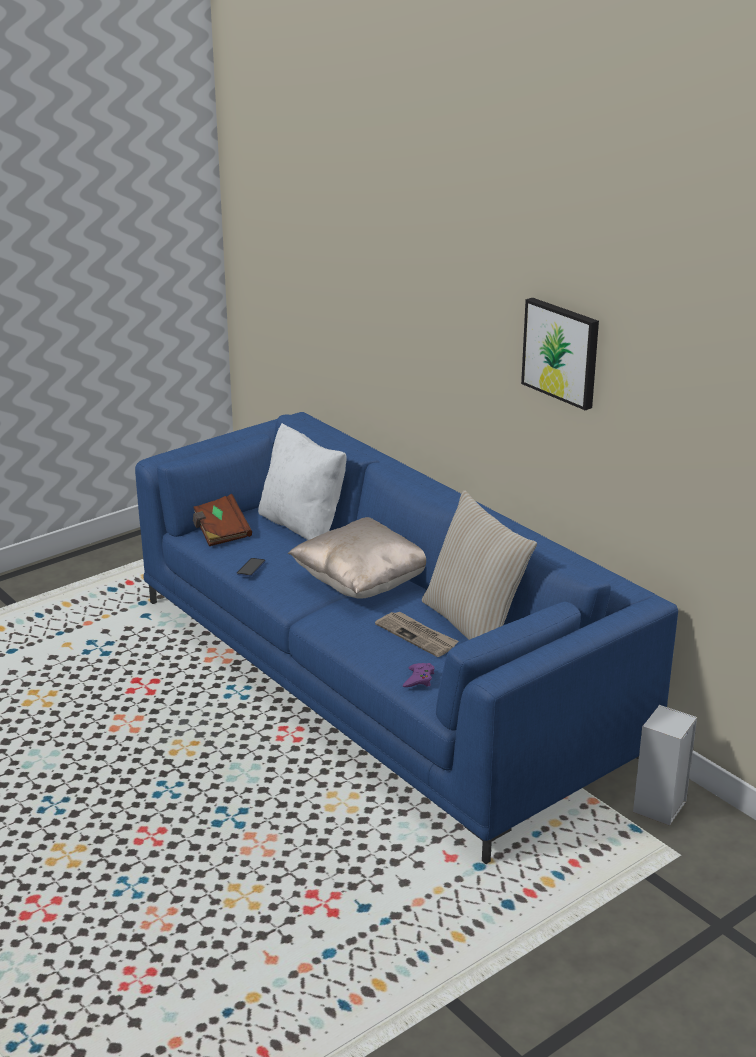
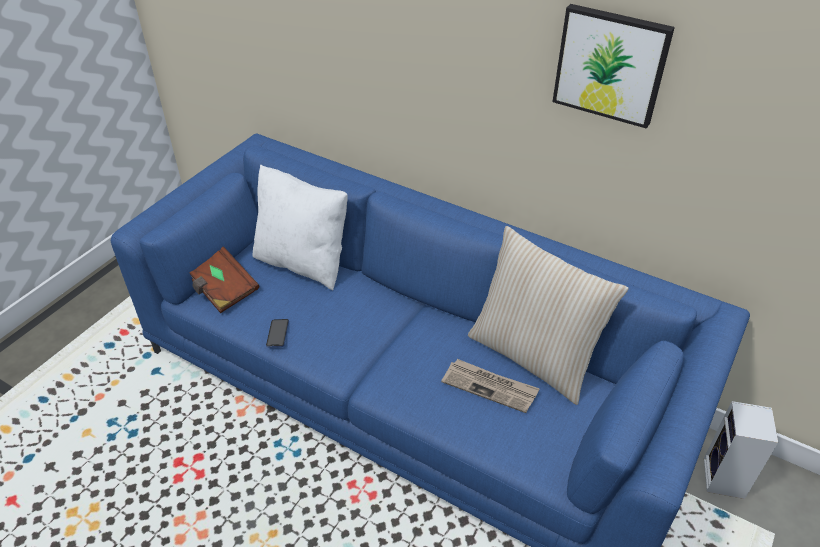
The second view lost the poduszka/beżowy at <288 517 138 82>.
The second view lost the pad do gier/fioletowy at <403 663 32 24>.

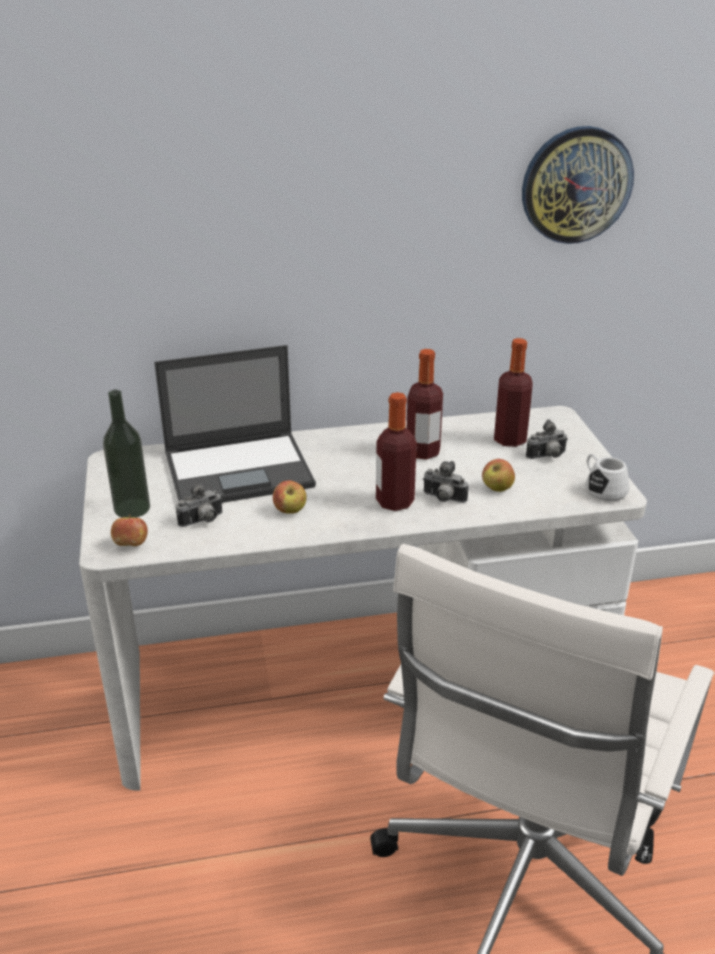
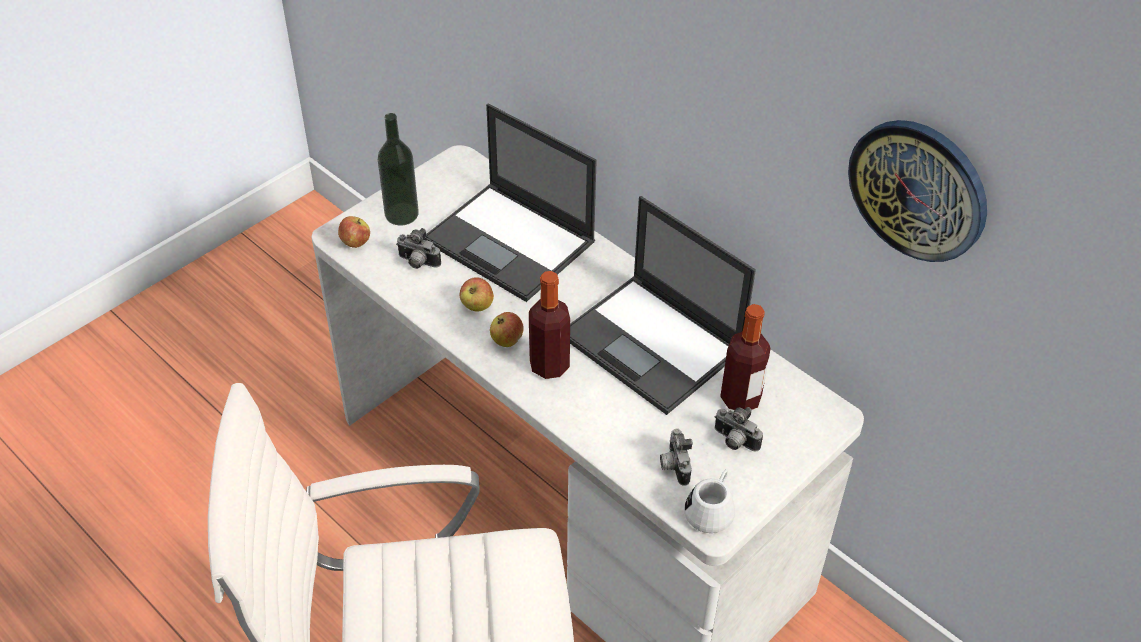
The aparat fotograficzny ended up elsewhere, having gone from <423 461 45 42> to <660 428 33 58>.
The jabłko ended up elsewhere, having gone from <482 459 33 33> to <490 312 34 35>.
Where the butelka stood at <407 349 36 110>, the laptop came to stand at <570 196 186 219>.

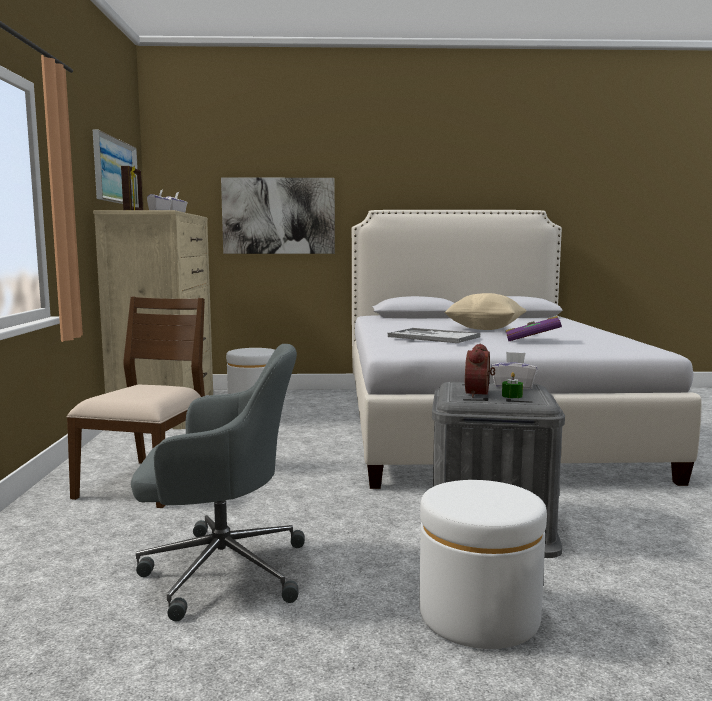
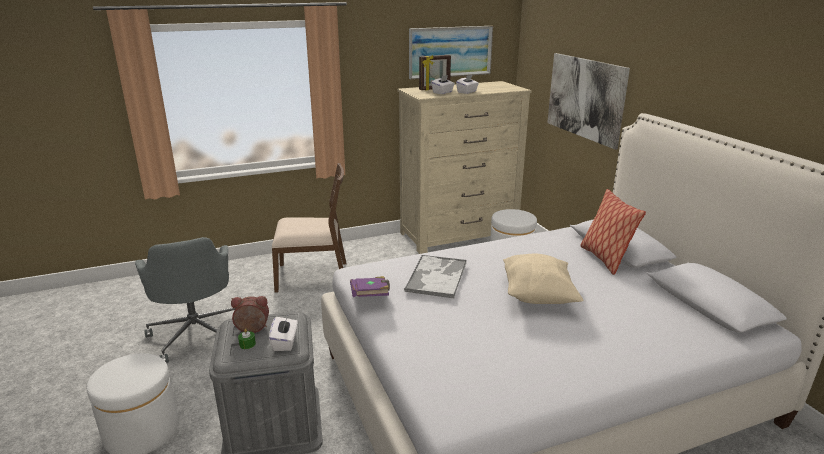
The second view gained the poduszka at <581 189 65 86>.
The książka/fioletowy ended up elsewhere, having gone from <506 316 56 25> to <350 276 40 21>.

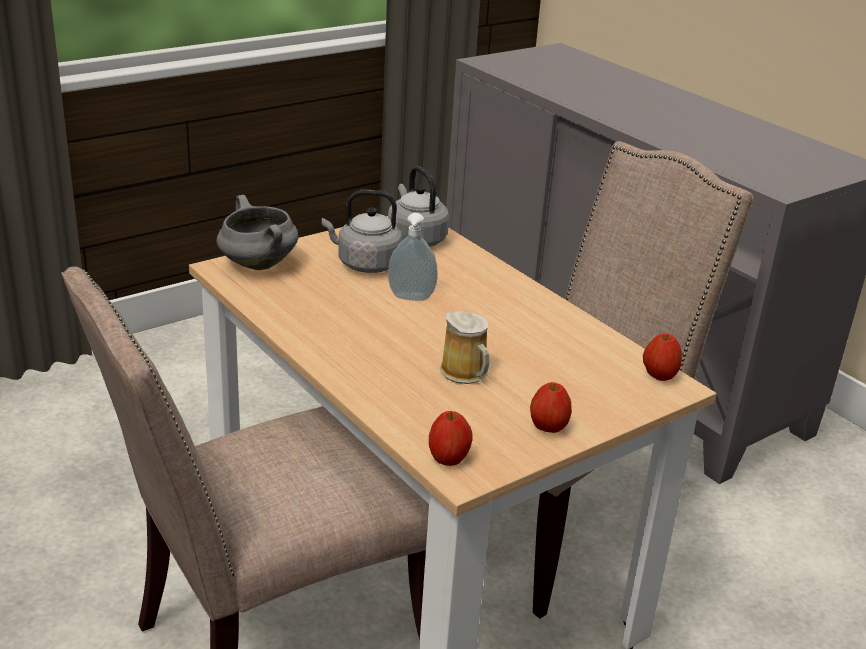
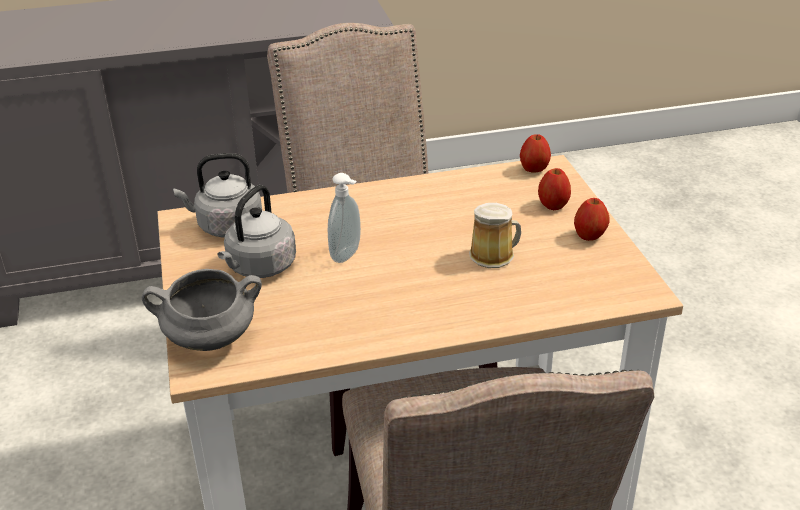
The jabłko ended up elsewhere, having gone from <429 411 44 55> to <538 168 33 42>.

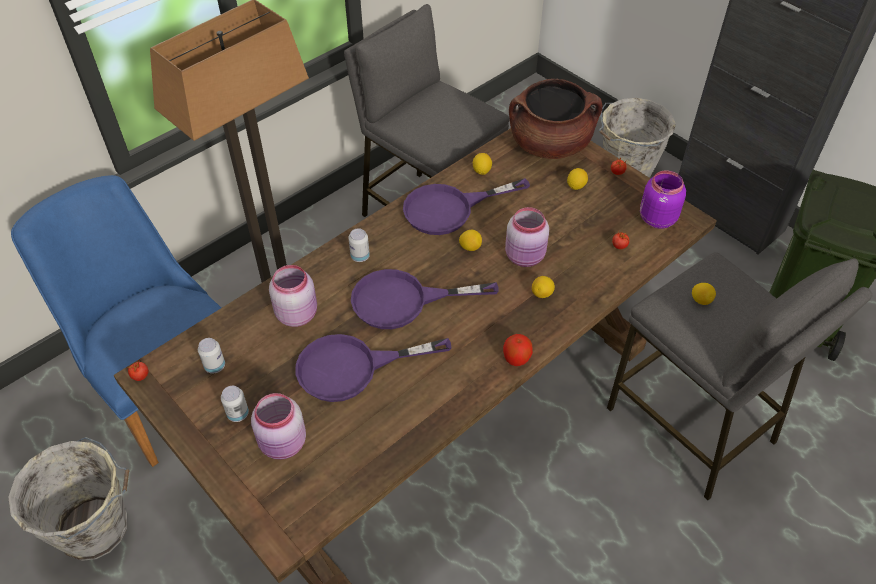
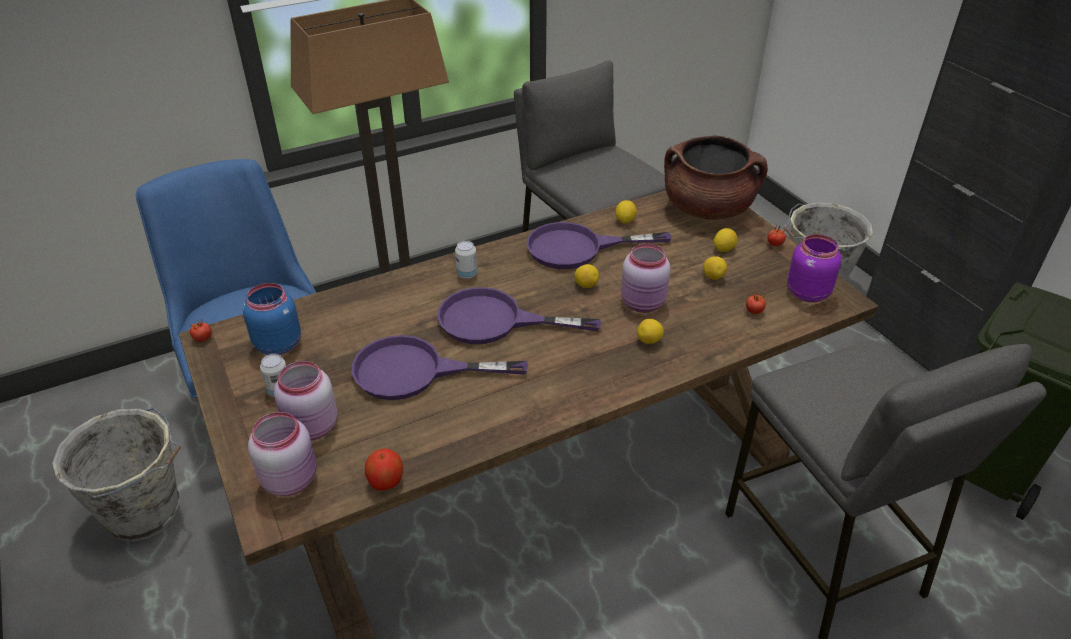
The słoik/różowy ended up elsewhere, having gone from <269 265 48 62> to <248 412 69 84>.
The jabłko ended up elsewhere, having gone from <503 334 30 32> to <365 448 38 43>.
The cytryna ended up elsewhere, having gone from <692 283 24 22> to <703 256 24 24>.
Where the puszka stood at <198 338 27 36>, the słoik/niebieski came to stand at <243 283 58 72>.

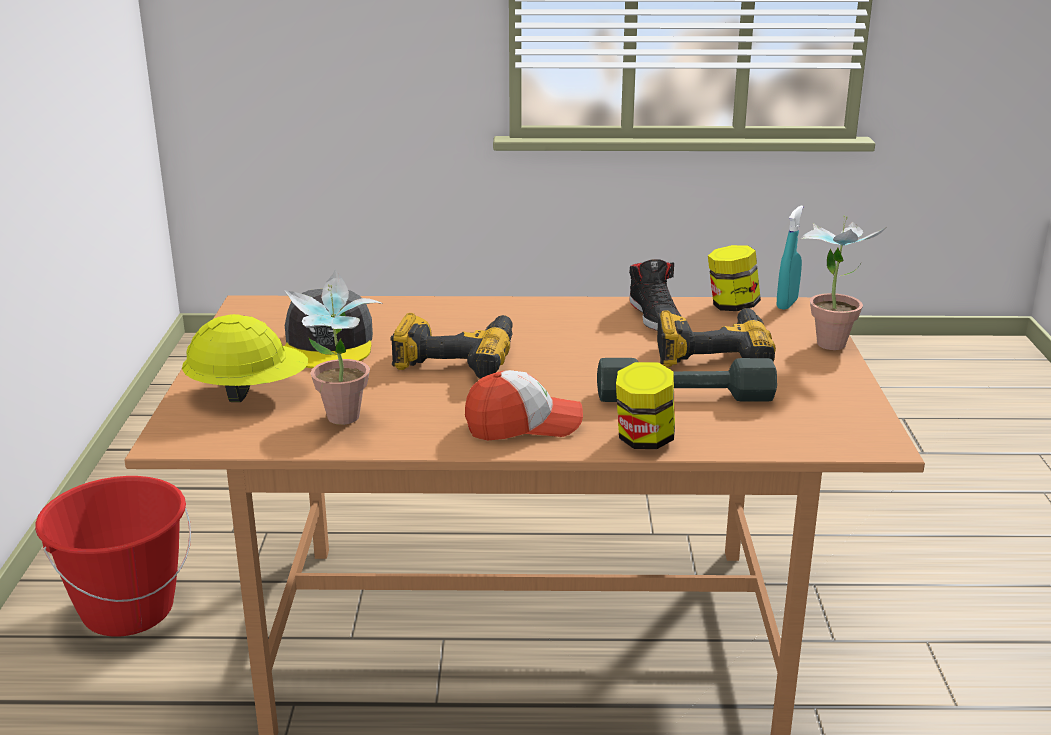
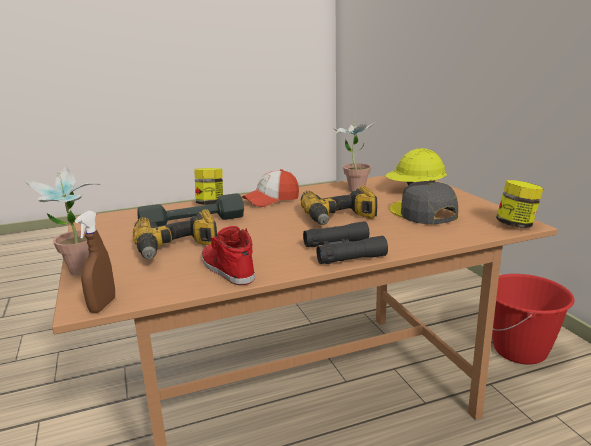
The second view gained the lornetka/czarny at <303 221 85 43>.
The słoik ended up elsewhere, having gone from <708 245 53 66> to <496 180 47 48>.
What was the but/czarny at <629 259 53 72> turned into the but/czerwony at <202 226 53 59>.
What was the spryskiwacz/turkusowy at <777 206 26 104> turned into the spryskiwacz/brązowy at <75 211 40 102>.

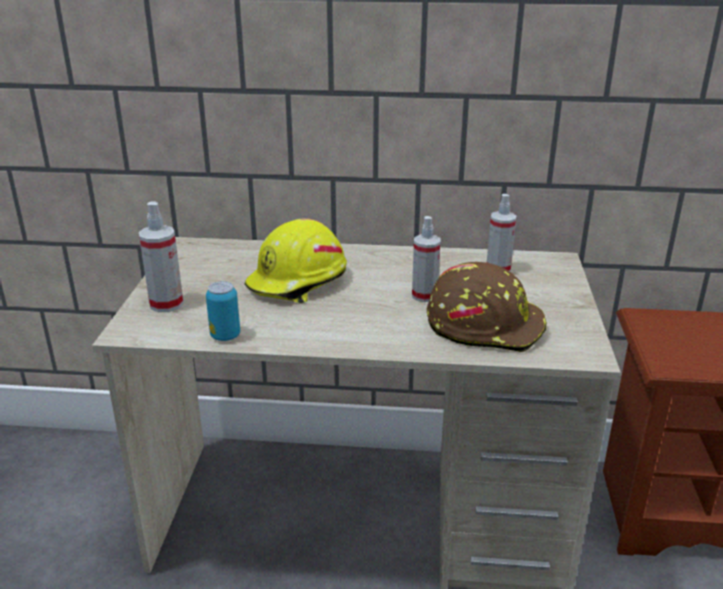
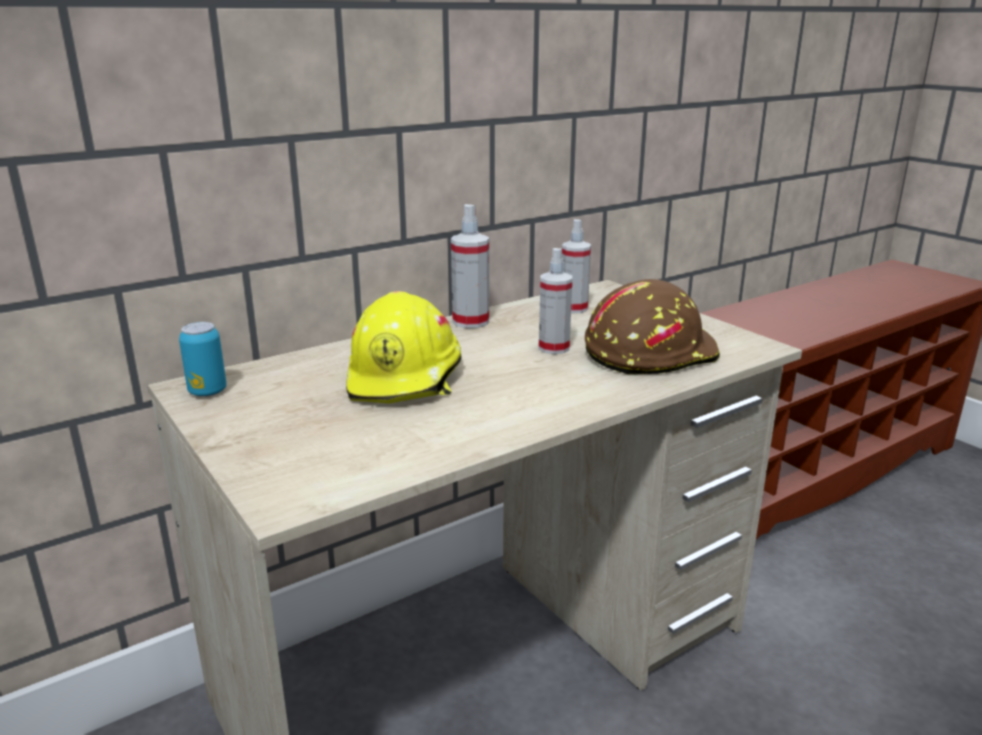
The spryskiwacz ended up elsewhere, having gone from <139 201 45 111> to <451 204 38 124>.
The puszka ended up elsewhere, having gone from <206 281 34 60> to <179 322 48 75>.

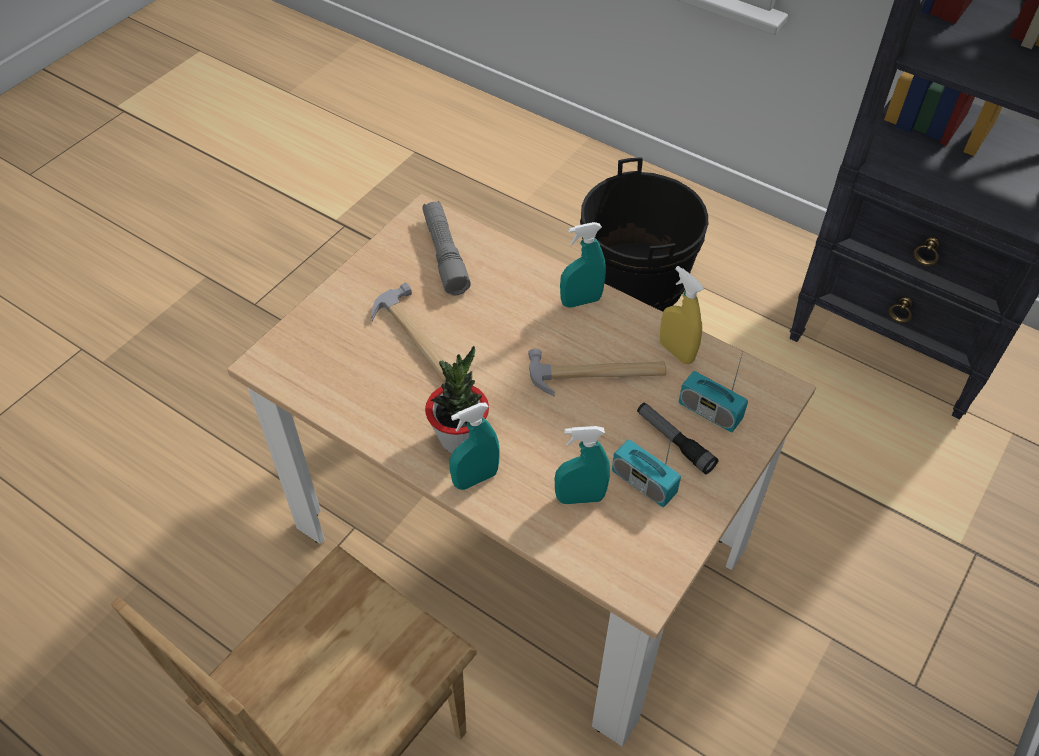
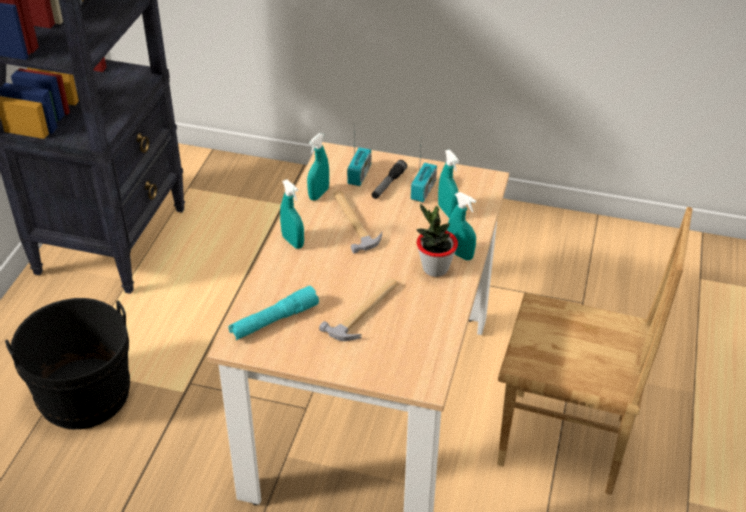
What was the latarka/szary at <423 201 48 94> turned into the latarka/turkusowy at <228 286 91 54>.
What was the spryskiwacz/żółty at <660 266 44 98> turned into the spryskiwacz/turkusowy at <307 133 22 68>.

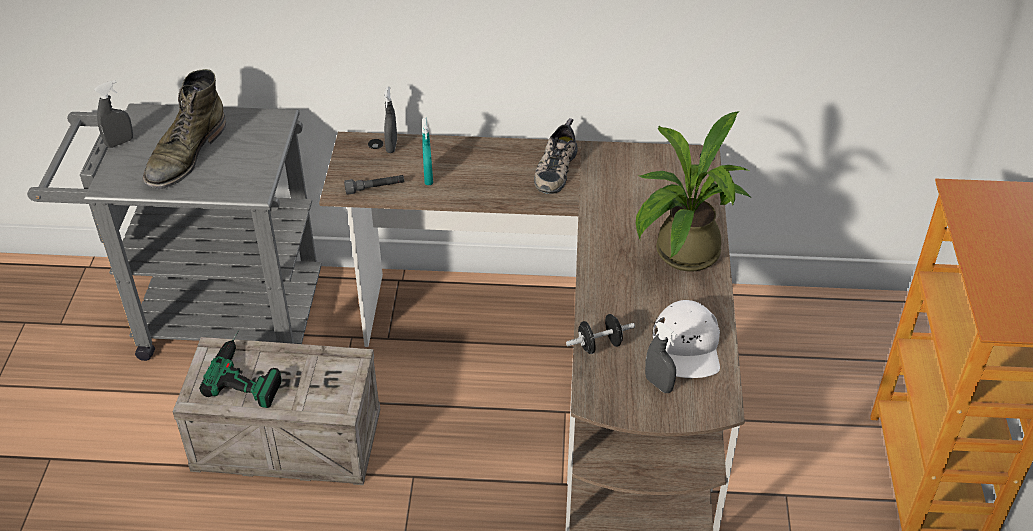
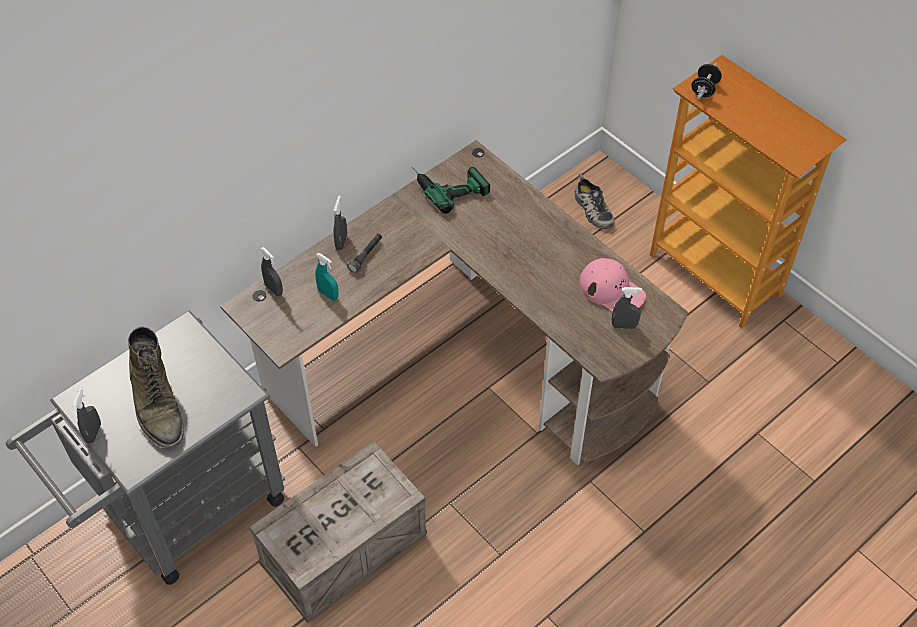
The second view lost the roślina doniczkowa at <636 112 114 160>.
The second view gained the spryskiwacz/szary at <333 196 14 54>.
The wiertarka ended up elsewhere, having gone from <199 330 82 78> to <412 167 78 47>.
The latarka/szary ended up elsewhere, having gone from <344 175 60 19> to <347 234 35 39>.
The but ended up elsewhere, having gone from <534 118 43 76> to <574 173 41 56>.
The hantel/czarny ended up elsewhere, having gone from <566 314 69 40> to <692 63 30 36>.
What was the czapka z daszkiem/biały at <653 300 67 78> turned into the czapka z daszkiem/różowy at <580 258 66 54>.

